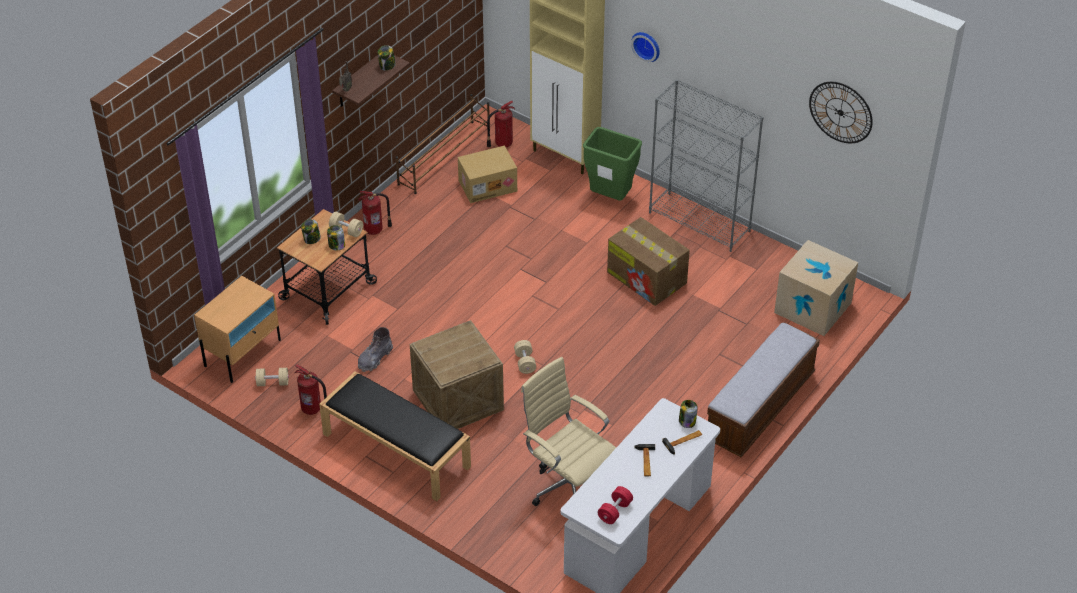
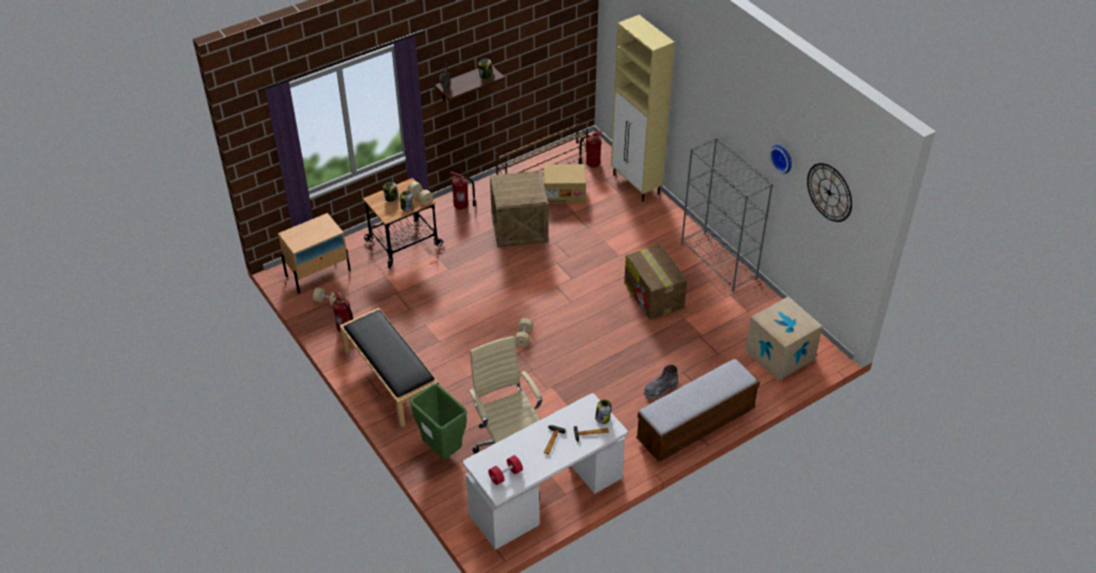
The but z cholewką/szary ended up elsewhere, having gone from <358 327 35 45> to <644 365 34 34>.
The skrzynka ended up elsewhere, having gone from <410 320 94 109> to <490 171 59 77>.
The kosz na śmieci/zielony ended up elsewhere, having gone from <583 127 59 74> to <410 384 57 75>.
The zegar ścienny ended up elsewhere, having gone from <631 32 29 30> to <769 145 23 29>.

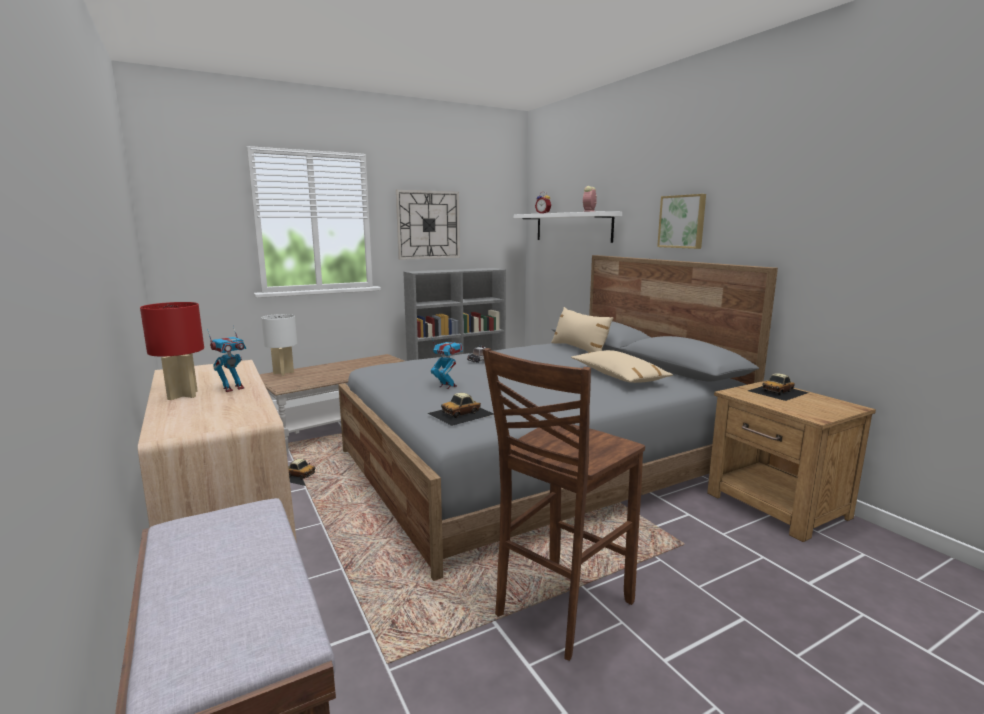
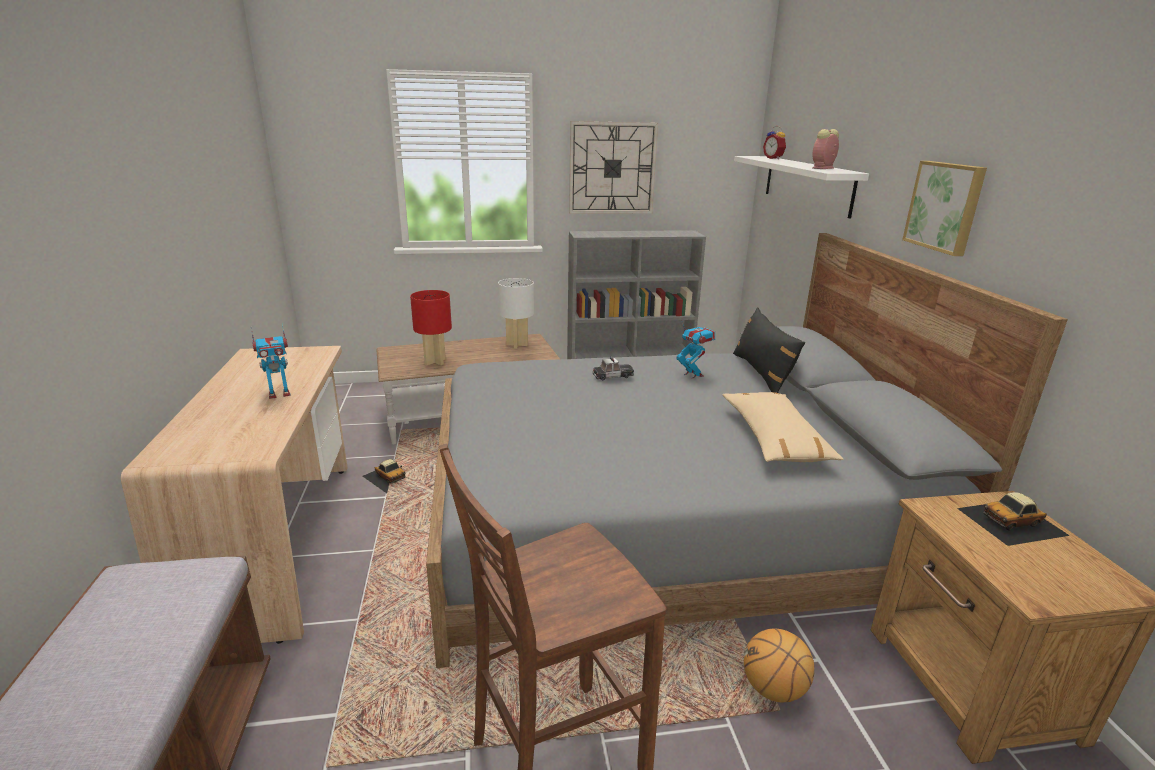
The second view lost the samochodzik at <427 393 67 33>.
The second view gained the piłka do koszykówki at <744 628 71 74>.
The lampa stołowa/czerwony ended up elsewhere, having gone from <140 302 64 98> to <410 290 42 75>.
The lampa stołowa/biały ended up elsewhere, having gone from <261 314 36 62> to <498 278 36 71>.
The robot zabawkowy ended up elsewhere, having gone from <431 337 32 52> to <676 320 39 58>.
What was the poduszka/beżowy at <551 307 63 46> turned into the poduszka/czarny at <733 307 72 86>.

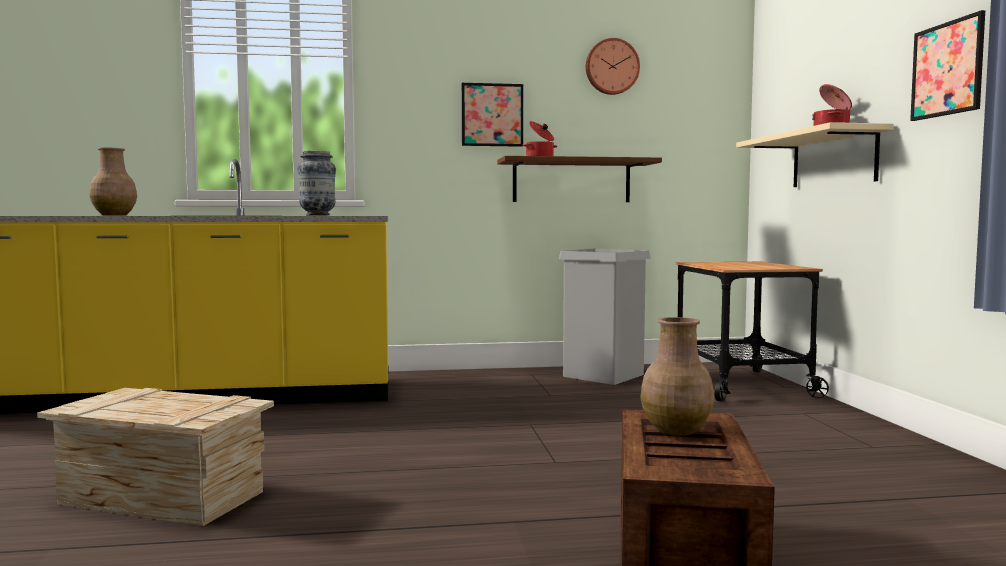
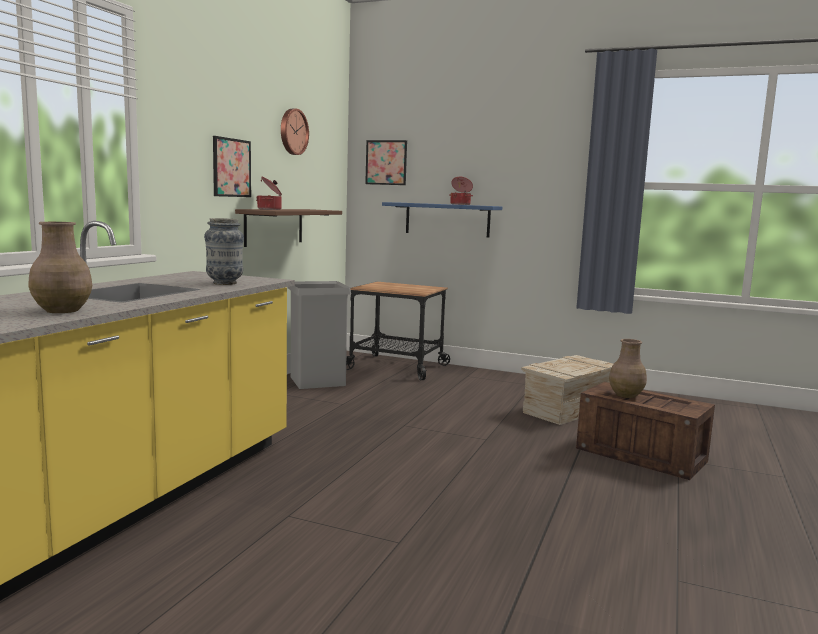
The skrzynka ended up elsewhere, having gone from <37 388 237 138> to <521 355 92 70>.
The obraz ended up elsewhere, having gone from <910 10 75 111> to <365 140 42 45>.
What was the półka/beżowy at <736 122 158 65> turned into the półka/niebieski at <382 202 120 36>.

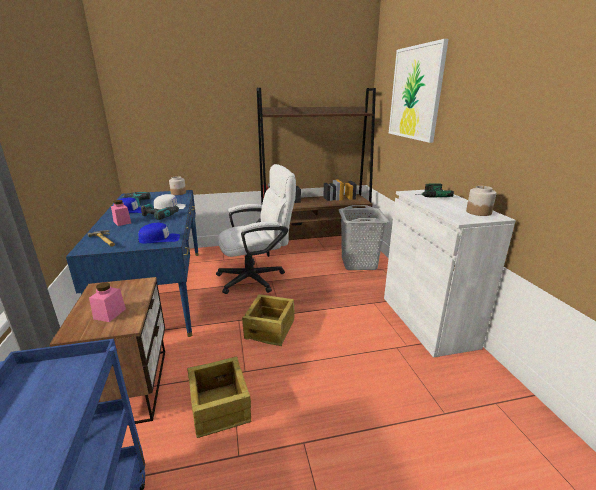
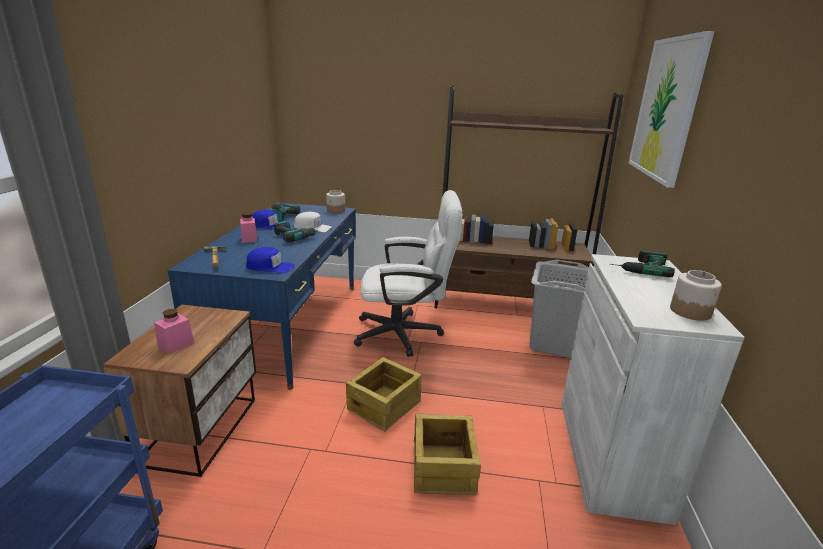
The skrzynka ended up elsewhere, having gone from <187 357 64 81> to <414 414 67 81>.

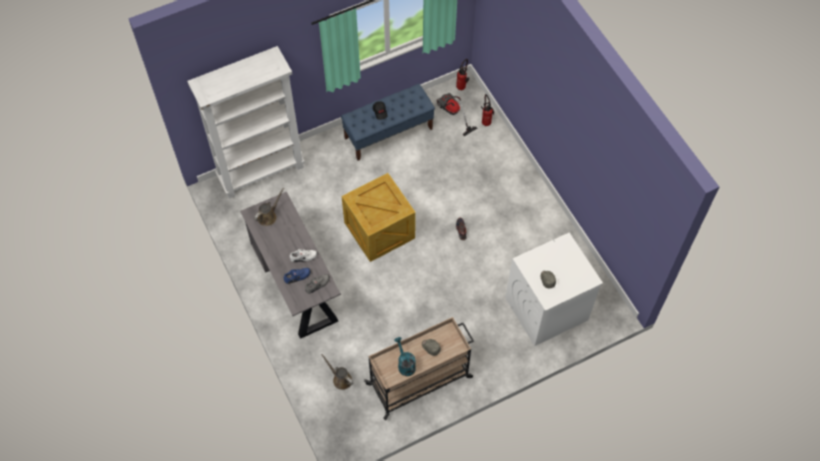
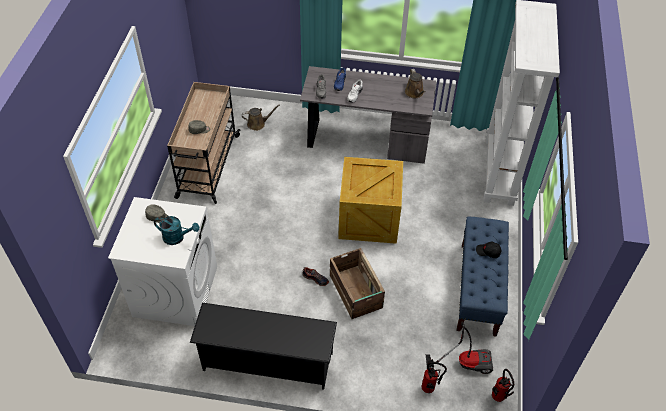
The second view gained the regał na buty/czarny at <190 303 147 87>.
The second view gained the skrzynka at <330 248 55 71>.
The konewka/turkusowy ended up elsewhere, having gone from <394 337 22 39> to <154 216 45 29>.

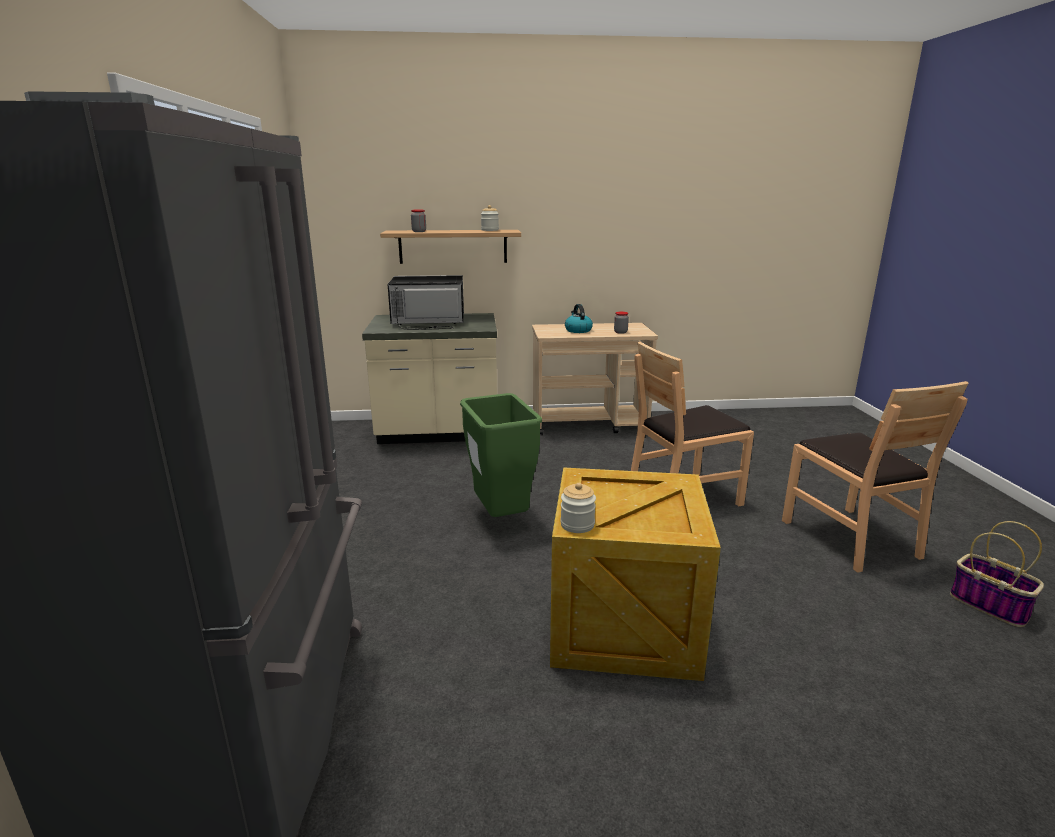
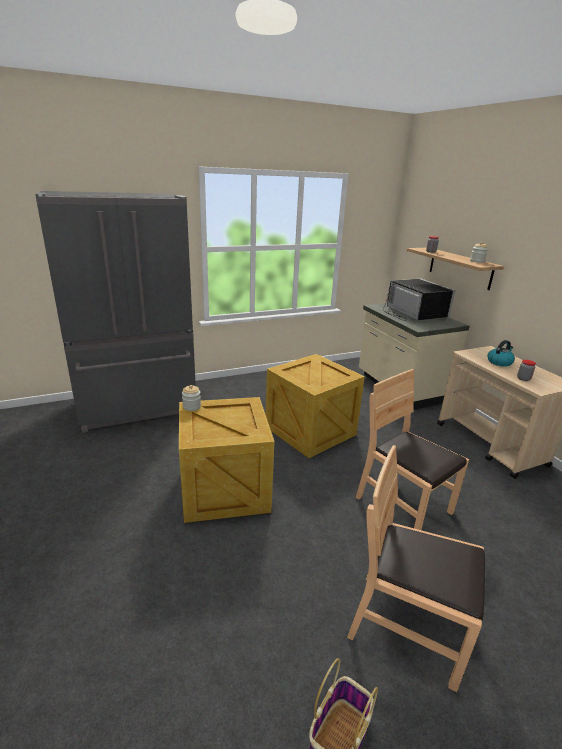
Where the kosz na śmieci/zielony stood at <460 393 82 124>, the skrzynka came to stand at <266 354 99 104>.
The krzesło/brązowy at <782 381 187 192> ended up facing another way, 60 degrees clockwise from before.

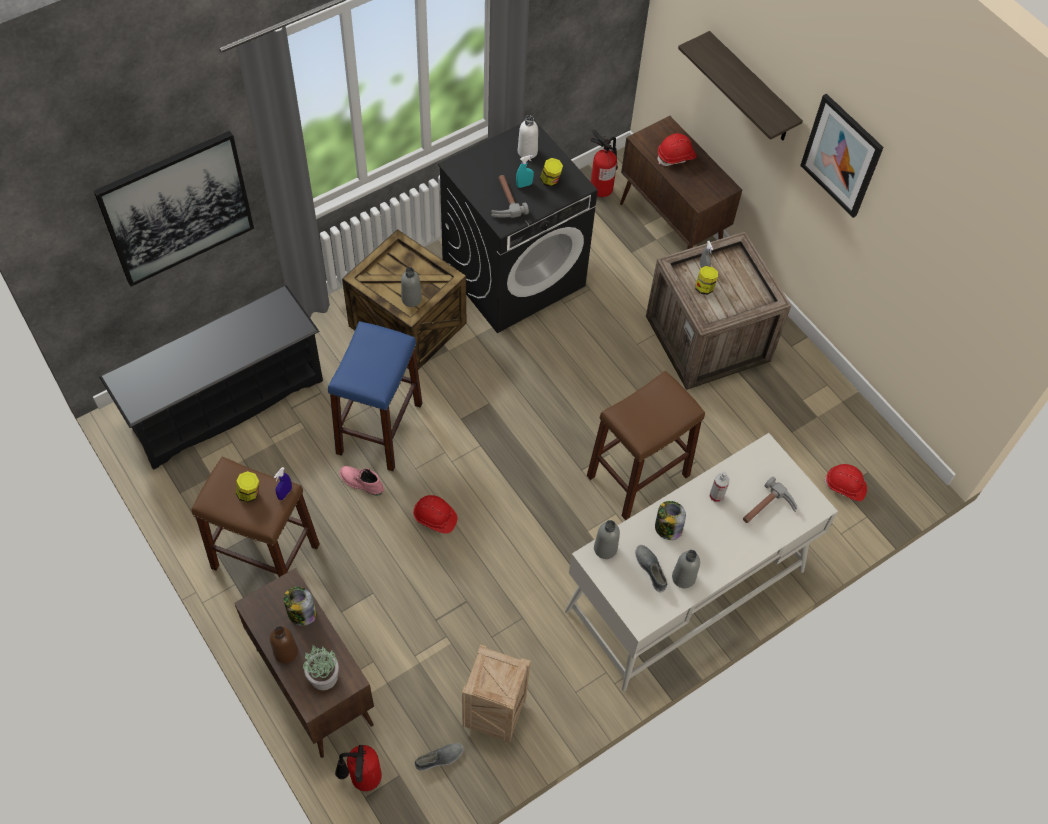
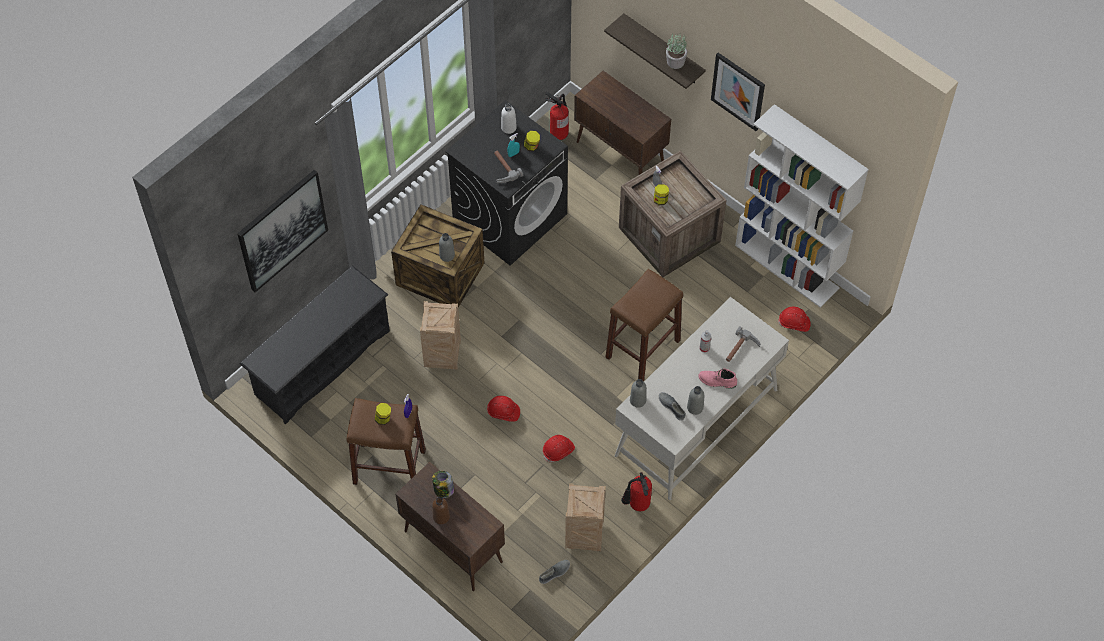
The second view lost the słoik at <655 501 31 39>.
The second view gained the regał/biały at <735 104 134 204>.
The roślina doniczkowa ended up elsewhere, having gone from <303 646 36 44> to <666 34 21 35>.
The gaśnica ended up elsewhere, having gone from <335 745 47 46> to <621 472 31 39>.
The but z cholewką/różowy ended up elsewhere, having gone from <340 466 44 30> to <699 368 38 21>.
The kask/czerwony ended up elsewhere, having gone from <657 133 40 33> to <543 435 32 27>.
Where the stołek/niebieski stood at <328 321 94 150>, the skrzynka came to stand at <420 301 41 68>.

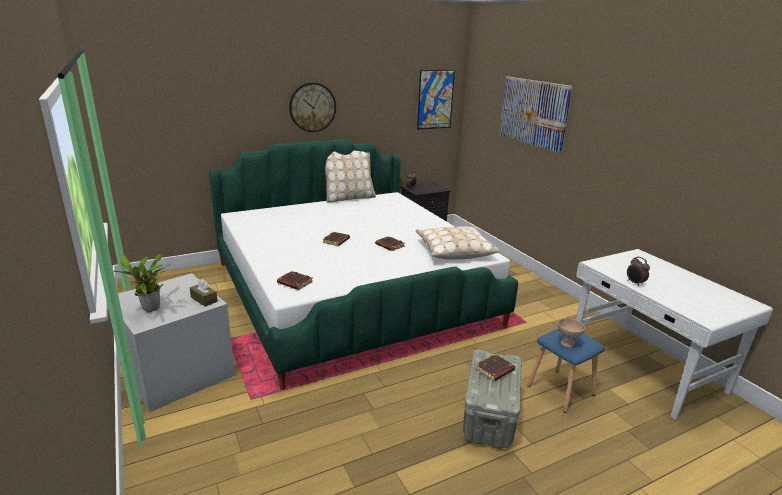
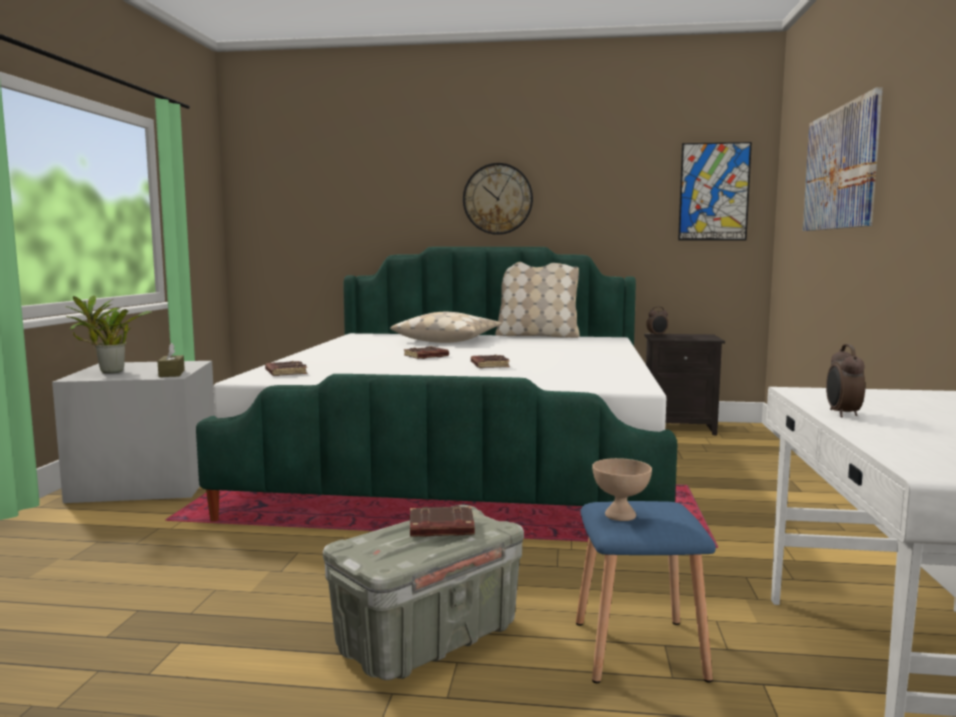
The poduszka/beżowy ended up elsewhere, having gone from <415 227 85 33> to <390 312 112 31>.

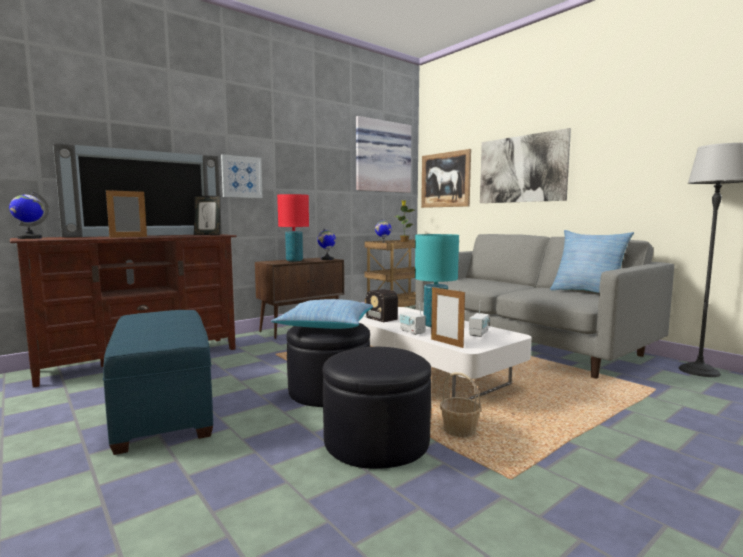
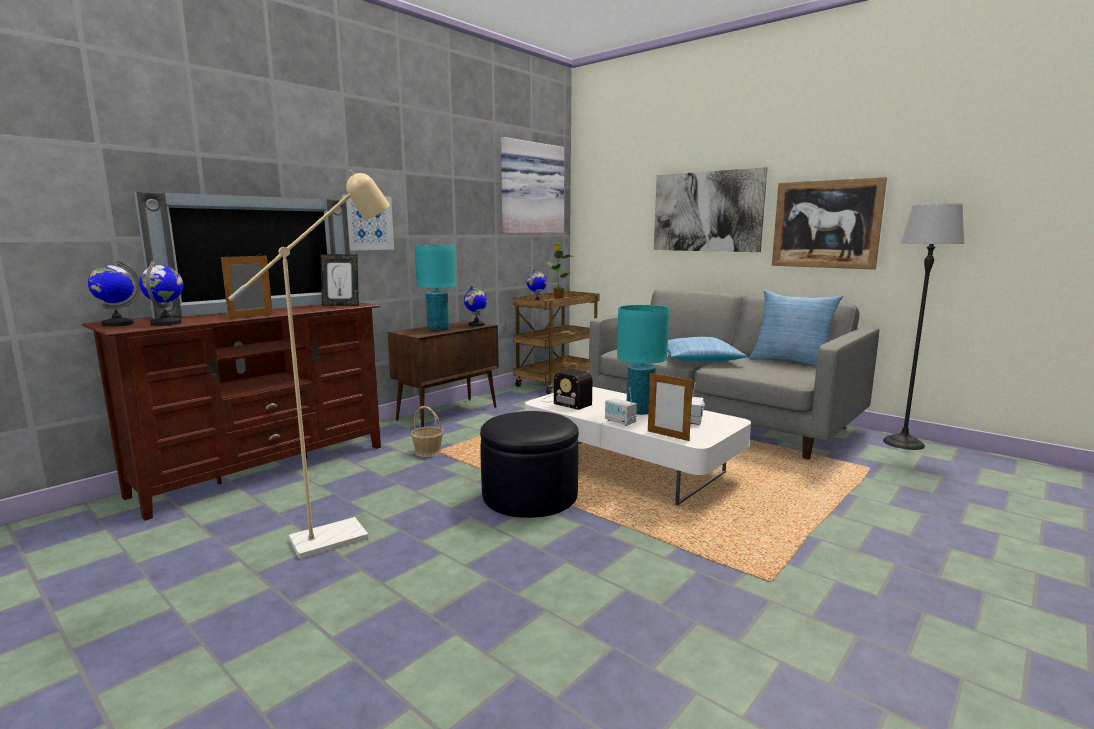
The second view lost the pufa/czarny at <323 347 109 122>.
The second view gained the globus at <139 261 44 65>.
The poduszka ended up elsewhere, having gone from <271 299 102 30> to <667 337 79 24>.
The obraz ended up elsewhere, having gone from <421 149 50 59> to <772 177 115 93>.
The koszyk ended up elsewhere, having gone from <440 372 42 65> to <410 406 34 51>.
Where the pufa/niebieski stood at <103 310 110 145>, the lampa stojąca/beżowy came to stand at <228 170 162 389>.
What was the lampa stołowa/czerwony at <277 194 32 68> turned into the lampa stołowa/turkusowy at <415 245 41 86>.

